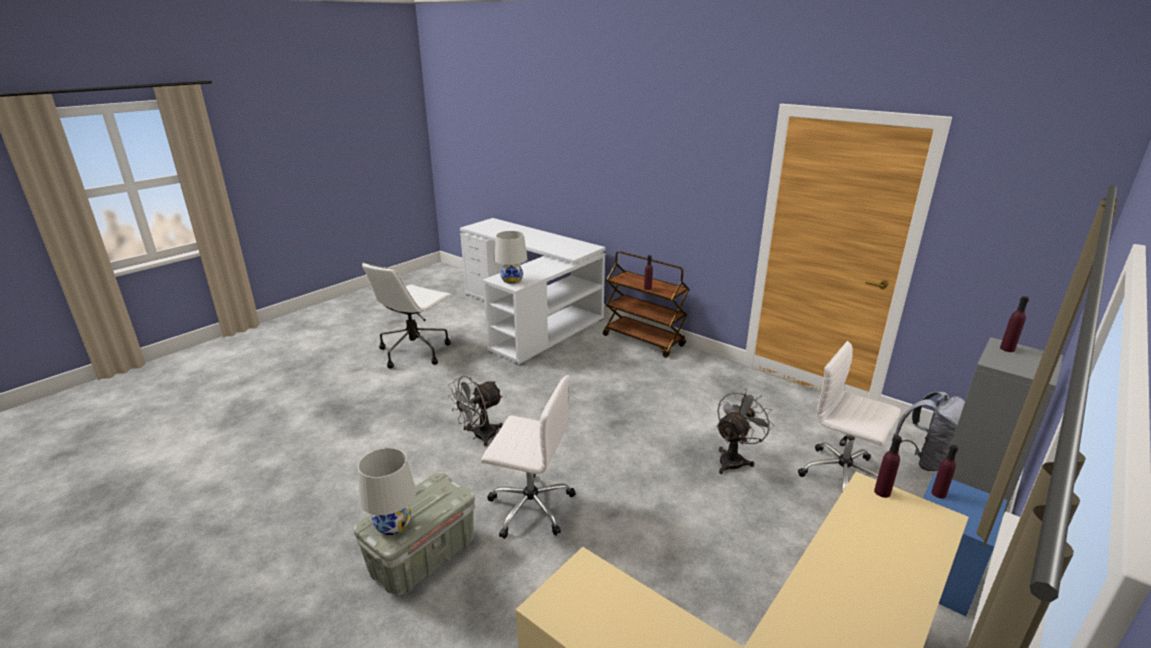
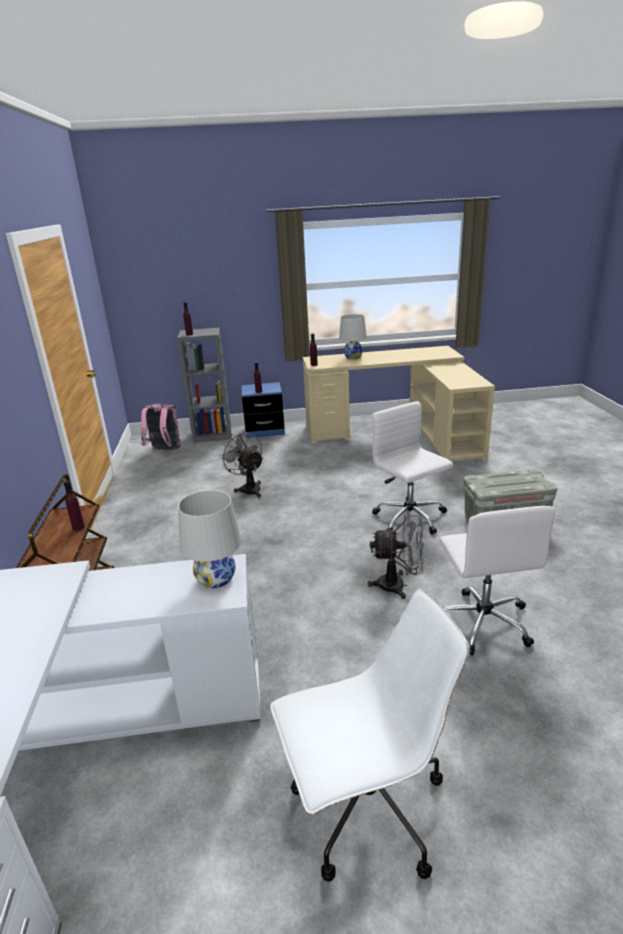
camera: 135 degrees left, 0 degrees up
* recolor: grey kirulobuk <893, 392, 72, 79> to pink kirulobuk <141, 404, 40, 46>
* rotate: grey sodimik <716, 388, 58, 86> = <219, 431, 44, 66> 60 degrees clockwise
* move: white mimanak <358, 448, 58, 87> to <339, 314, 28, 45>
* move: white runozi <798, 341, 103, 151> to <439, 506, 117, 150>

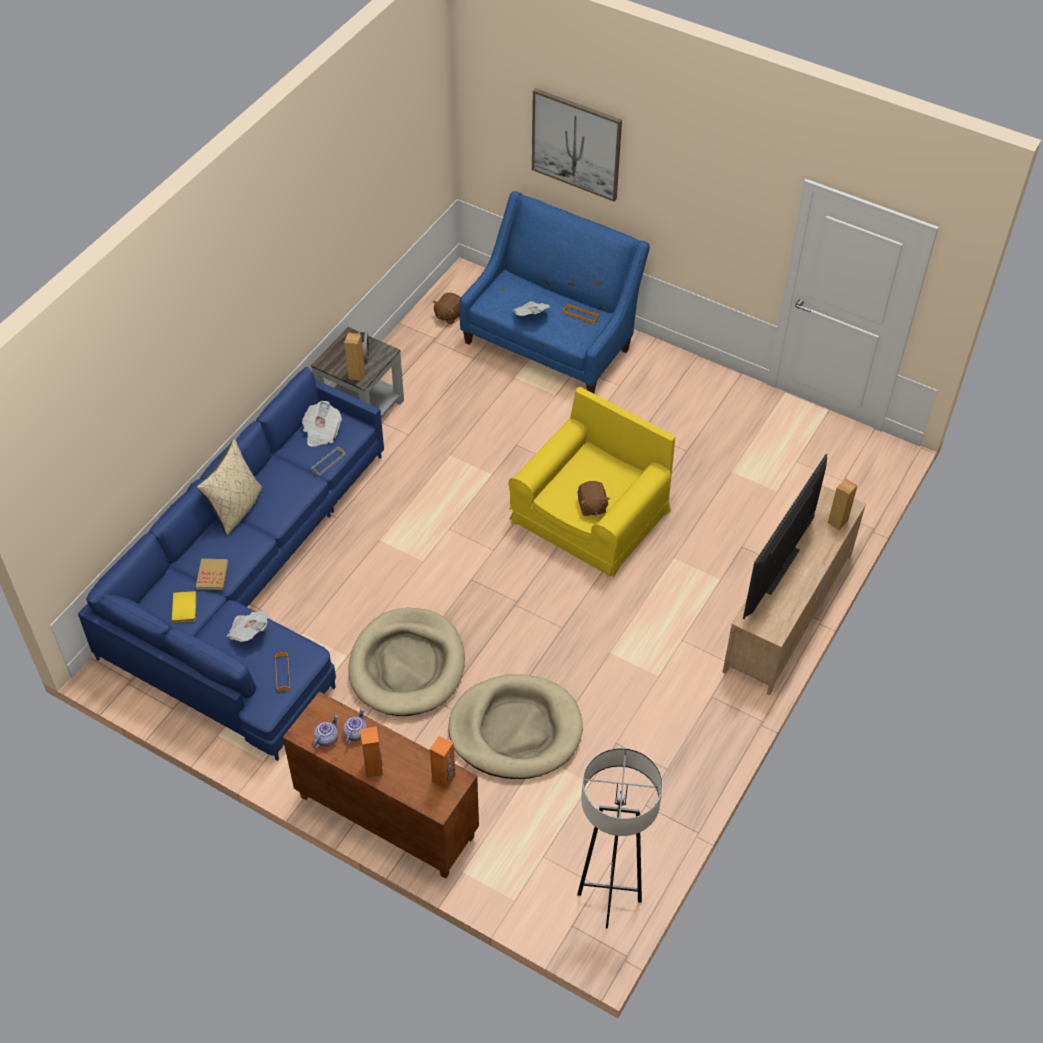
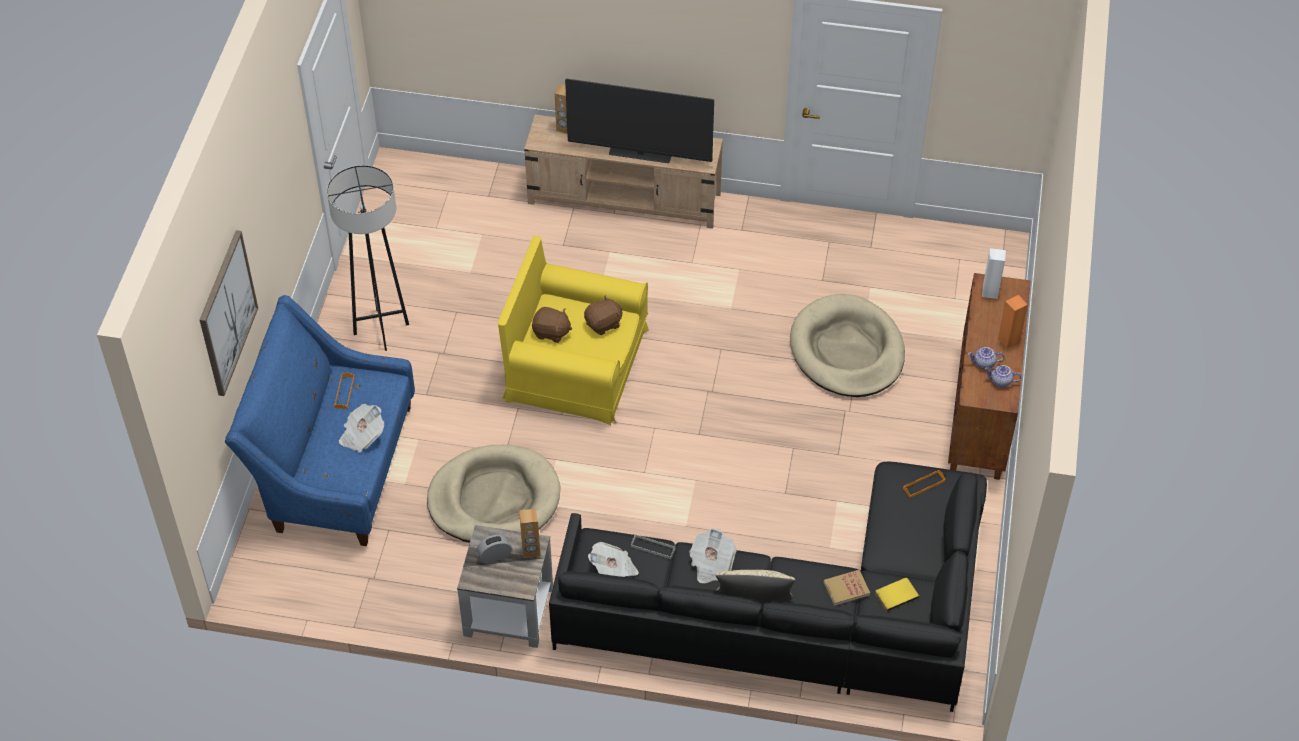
camera: 110 degrees left, 0 degrees up
* move: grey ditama <577, 748, 86, 180> to <327, 165, 82, 186>
* move: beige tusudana <349, 608, 116, 108> to <427, 445, 134, 98>
* move: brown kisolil <433, 293, 28, 31> to <532, 307, 40, 36>
* recolor: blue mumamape <78, 367, 306, 394> to black mumamape <549, 462, 438, 250>
* move: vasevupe <227, 610, 43, 32> to <689, 528, 47, 55>
* recolor: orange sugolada <430, 736, 26, 53> to white sugolada <982, 248, 24, 51>

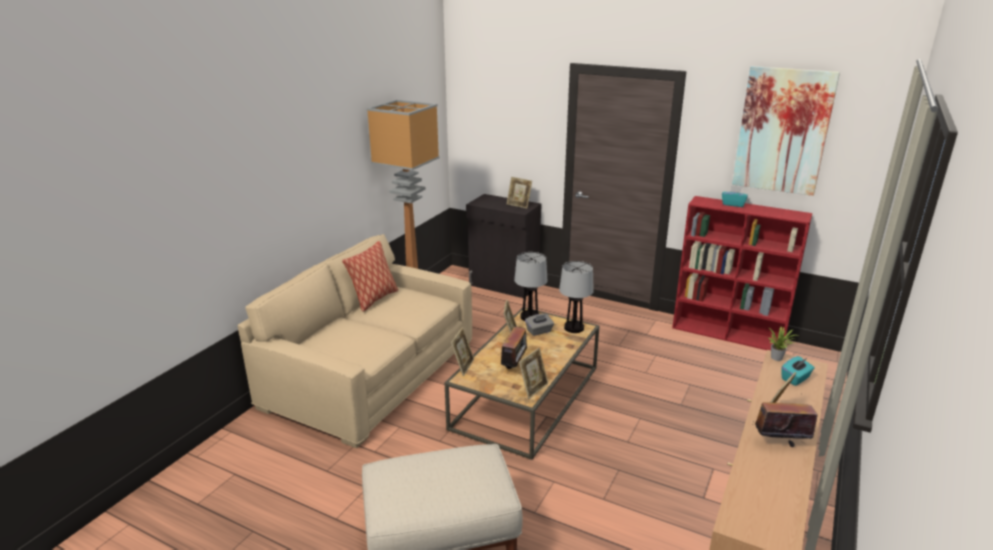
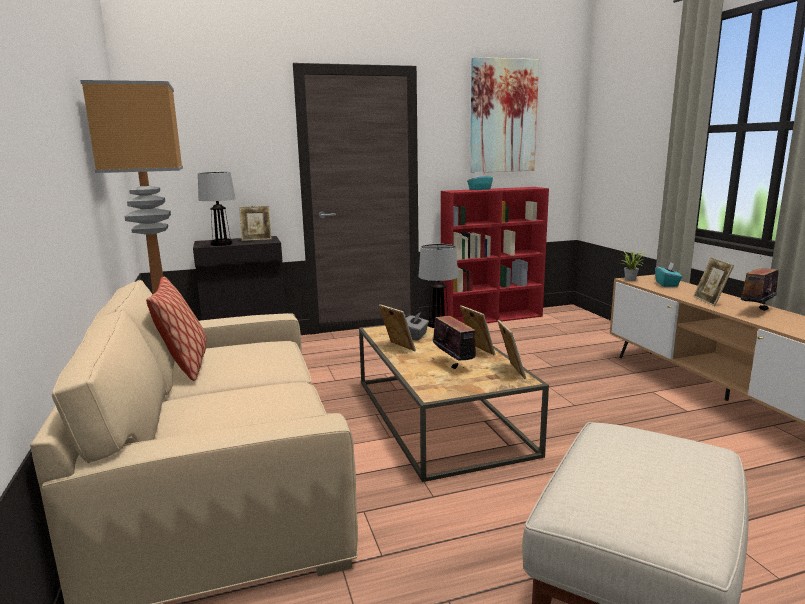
camera: 45 degrees left, 10 degrees down
* move: mimanak <514, 252, 33, 69> to <198, 172, 37, 74>
* move: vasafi <451, 327, 23, 49> to <460, 306, 35, 50>

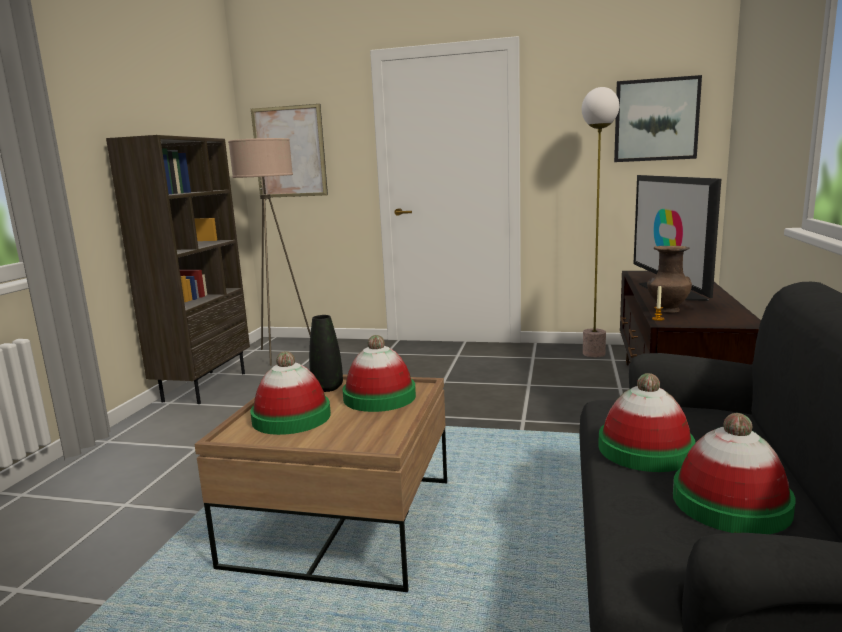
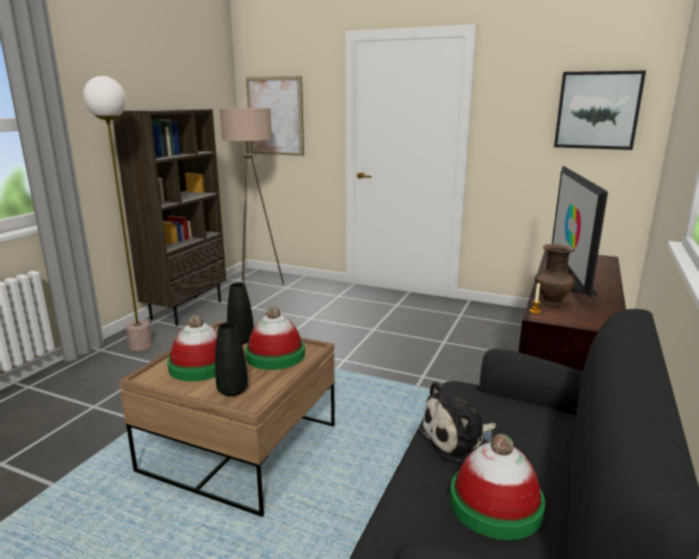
camera: 10 degrees right, 5 degrees up
* move: ditama <582, 87, 37, 270> to <83, 76, 69, 275>
* insert: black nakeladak <215, 322, 33, 74>
* replace: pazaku <598, 373, 97, 99> to kisolil <418, 381, 78, 81>

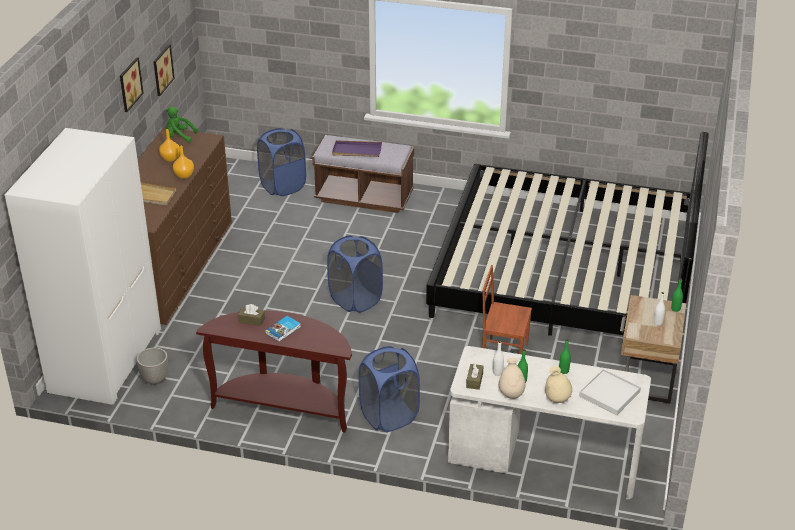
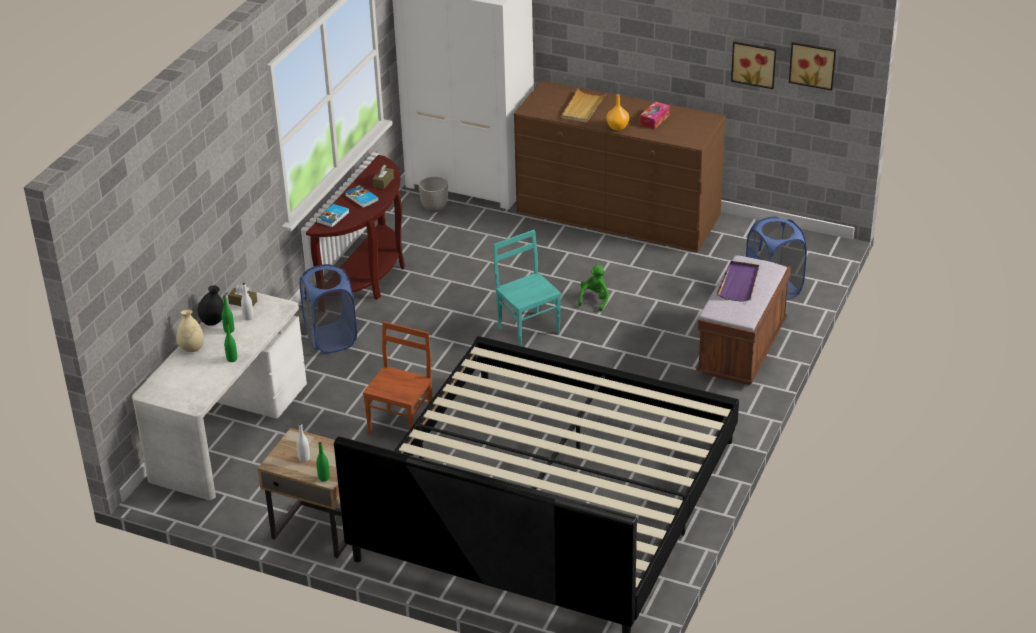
camera: 100 degrees right, 0 degrees up
* recolor: beige nakeladak <499, 358, 26, 41> to black nakeladak <197, 285, 27, 41>
* insert: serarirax <316, 204, 33, 23>
* replace: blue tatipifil <327, 235, 56, 78> to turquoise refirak <493, 230, 68, 116>
* move: green kisolil <166, 107, 32, 36> to <578, 265, 31, 46>
* replace: orange nakeladak <159, 129, 21, 33> to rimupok <639, 101, 31, 28>
* move: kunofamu <120, 57, 23, 55> to <789, 42, 47, 49>
* delete: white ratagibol <579, 369, 62, 46>

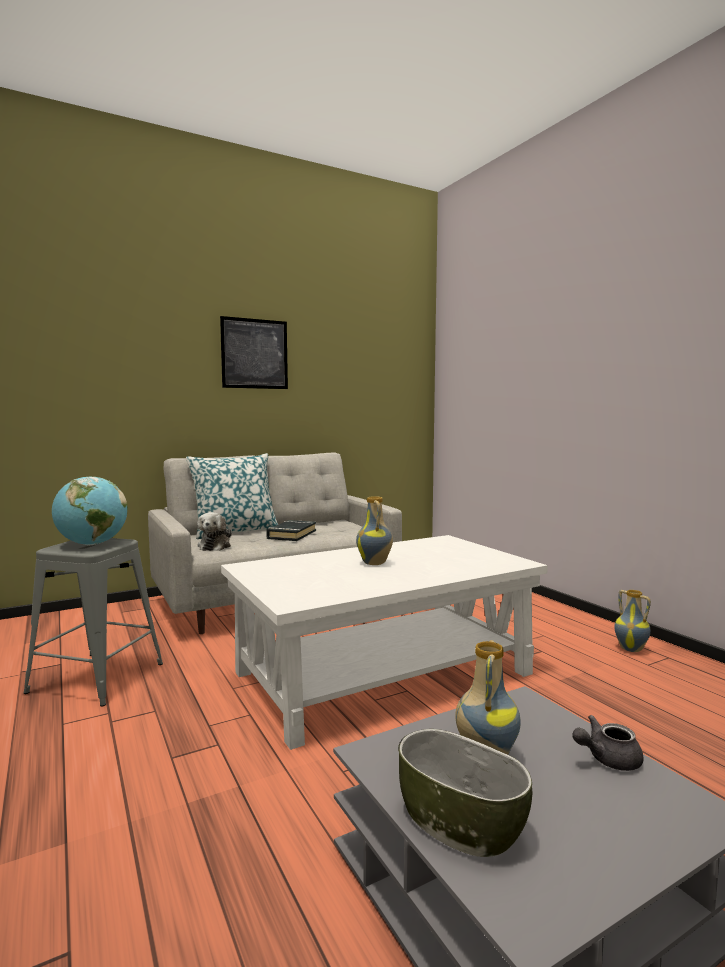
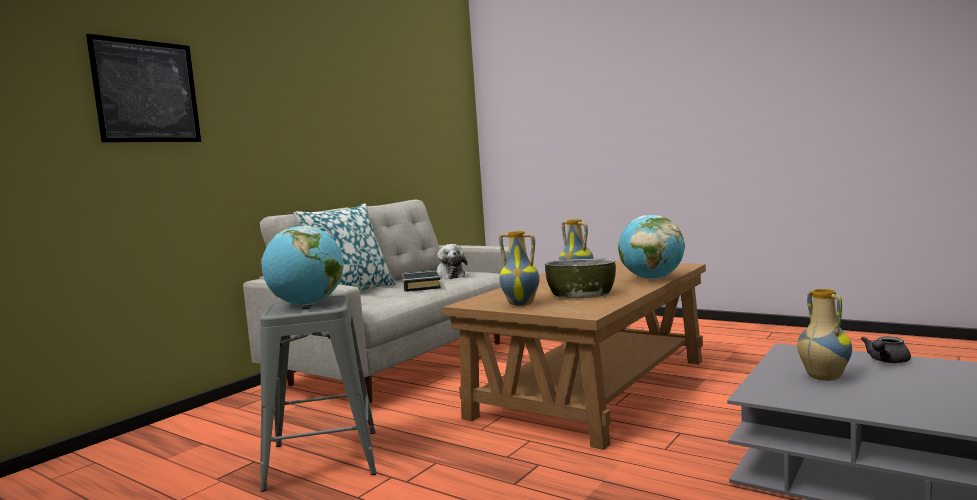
camera: 25 degrees left, 0 degrees up
* move: kunofamu <220, 316, 68, 73> to <86, 34, 115, 108>
* move: kisolil <197, 512, 35, 39> to <436, 244, 31, 35>
* recolor: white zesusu <221, 535, 327, 215> to brown zesusu <443, 262, 263, 188>
* move: nakeladak <614, 590, 37, 62> to <499, 231, 40, 75>
* move: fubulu <398, 729, 134, 128> to <545, 259, 71, 39>
* insert: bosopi <618, 215, 67, 64>

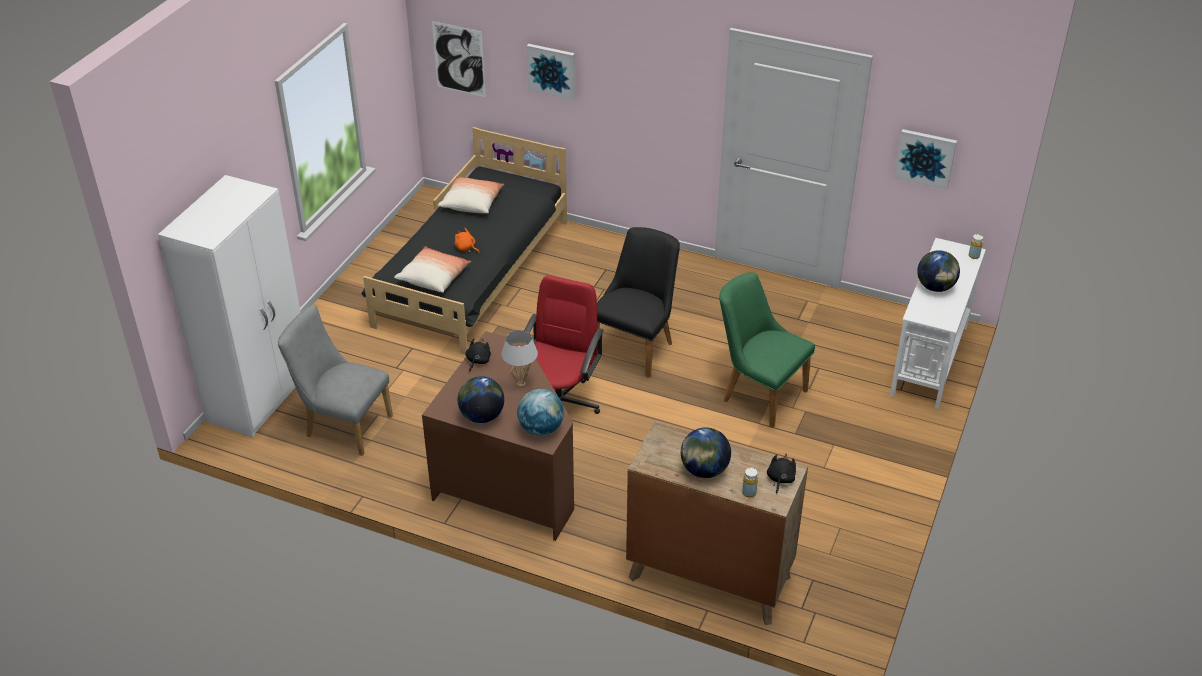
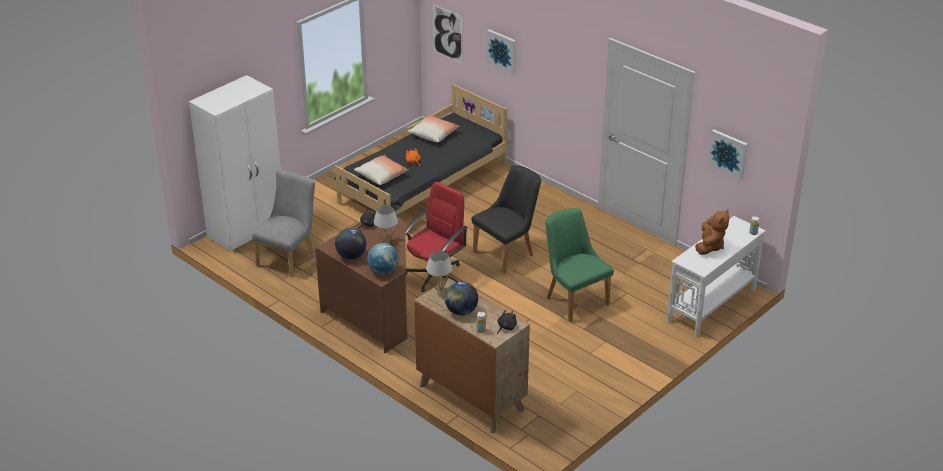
camera: 20 degrees right, 5 degrees down
* rotate: grey refirak <278, 305, 115, 151> = <252, 171, 63, 106> 75 degrees clockwise
* insert: white mimanak <426, 251, 26, 43>
* replace: bosopi <917, 250, 43, 42> to brown kisolil <695, 209, 34, 46>

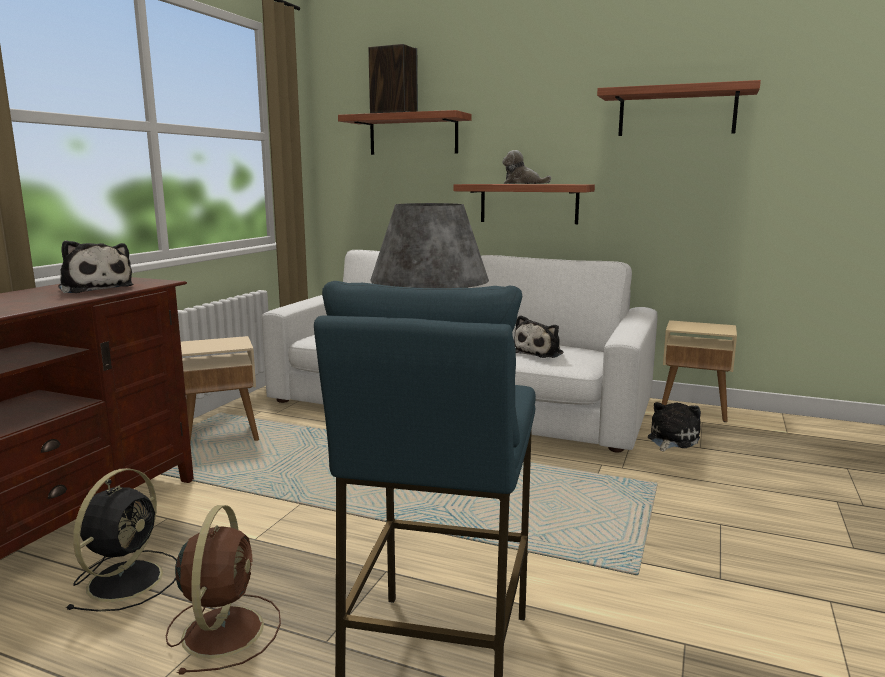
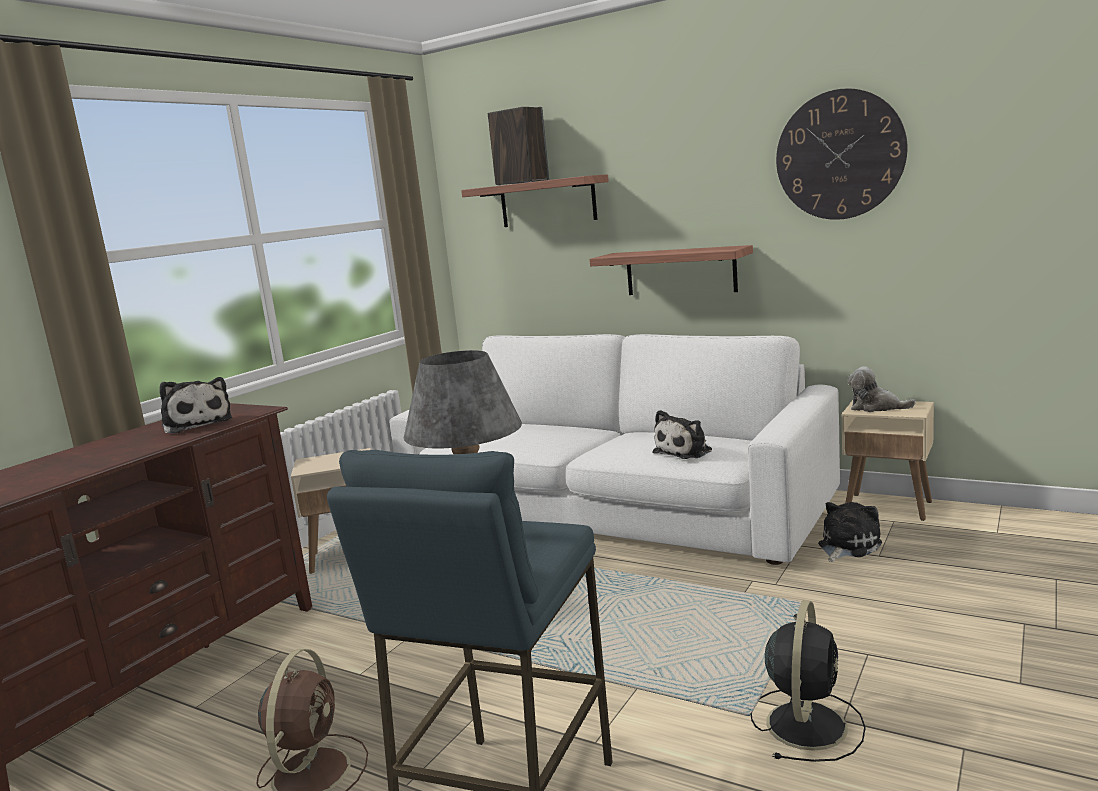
camera: 10 degrees right, 0 degrees up
* move: black sodimik <66, 468, 111, 144> to <751, 600, 115, 162>
* replace: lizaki <597, 80, 164, 56> to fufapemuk <776, 88, 131, 132>
* move: kisolil <503, 150, 48, 34> to <847, 366, 69, 46>

